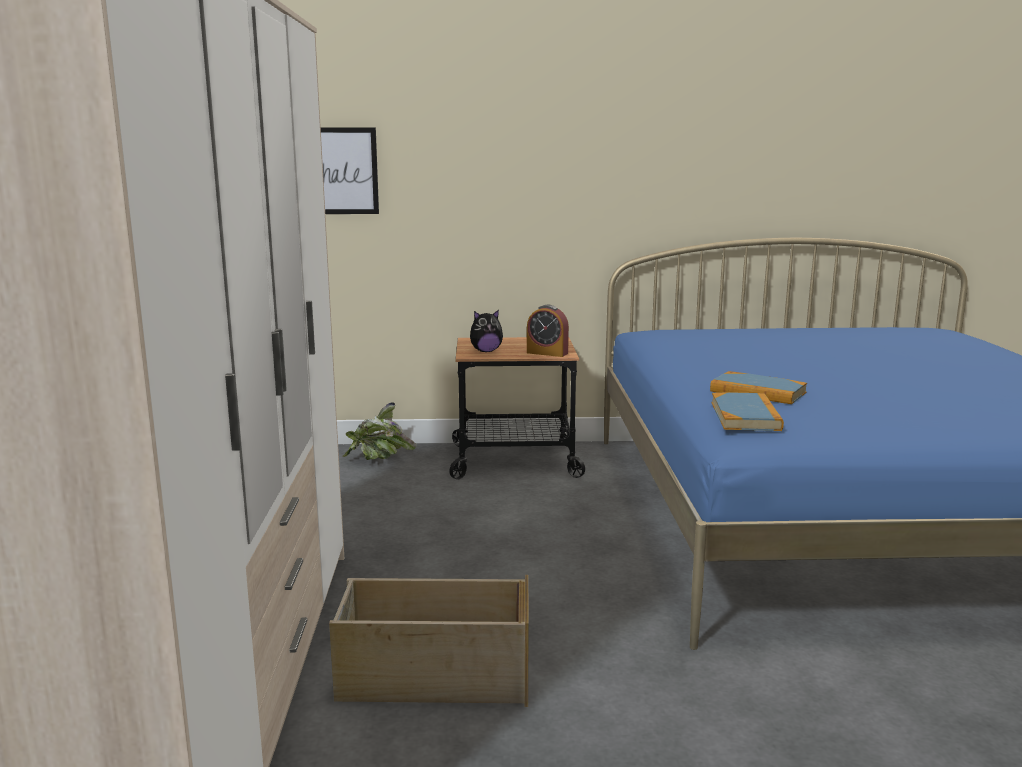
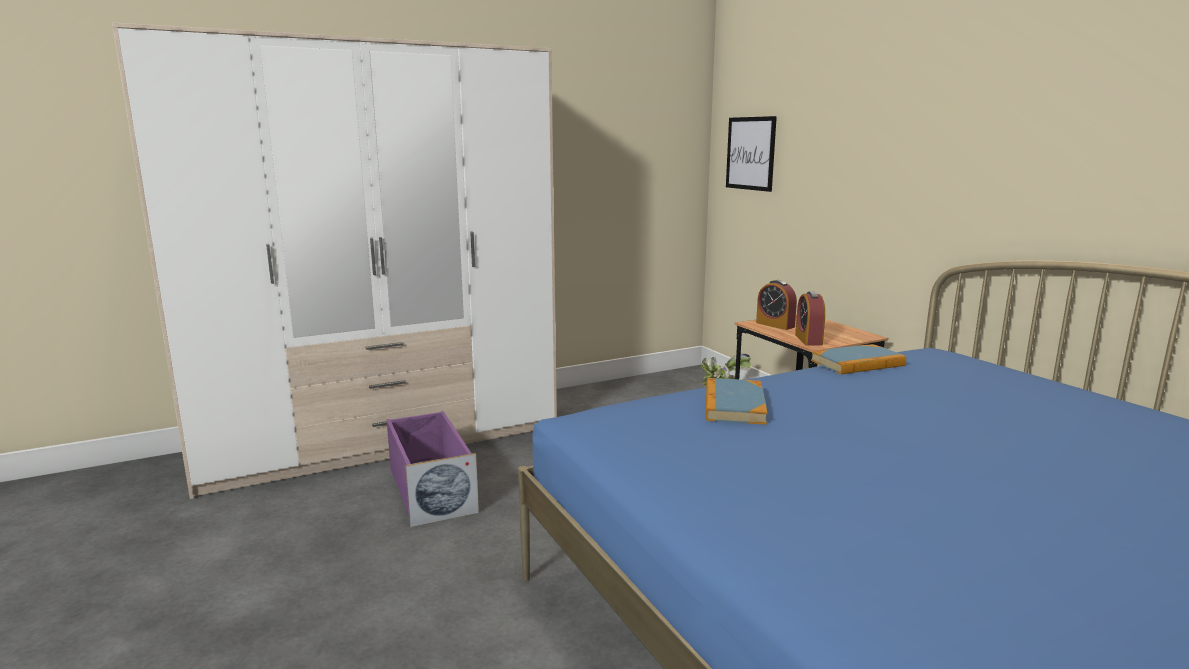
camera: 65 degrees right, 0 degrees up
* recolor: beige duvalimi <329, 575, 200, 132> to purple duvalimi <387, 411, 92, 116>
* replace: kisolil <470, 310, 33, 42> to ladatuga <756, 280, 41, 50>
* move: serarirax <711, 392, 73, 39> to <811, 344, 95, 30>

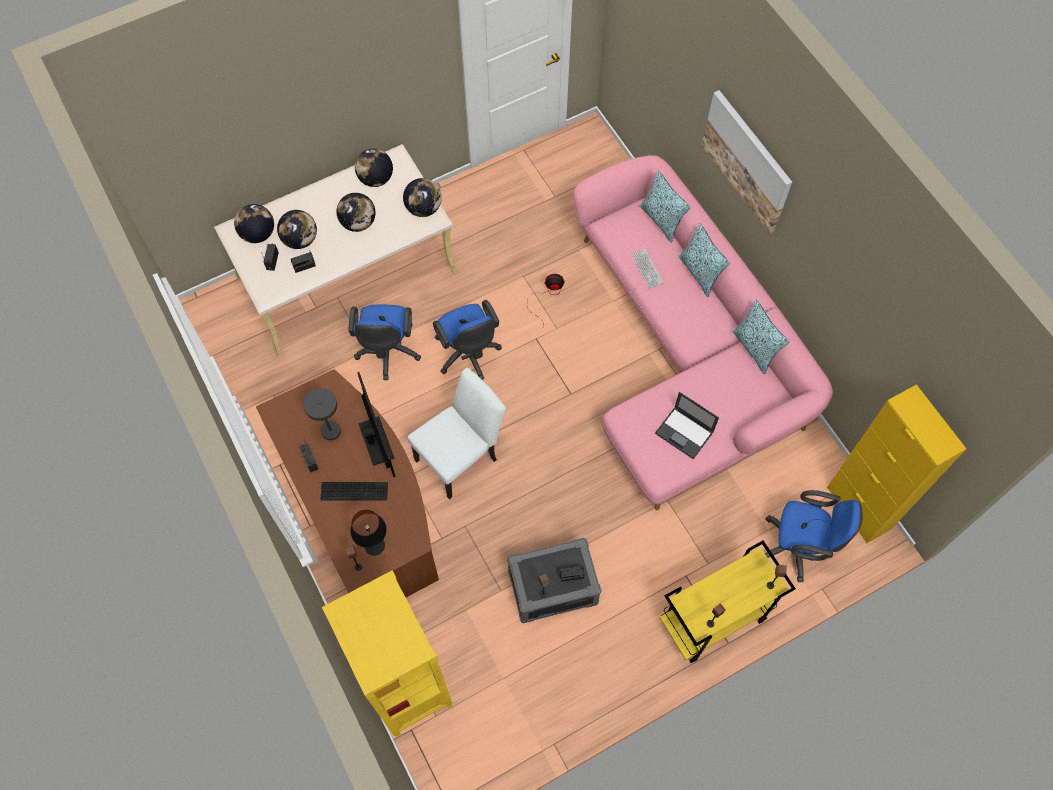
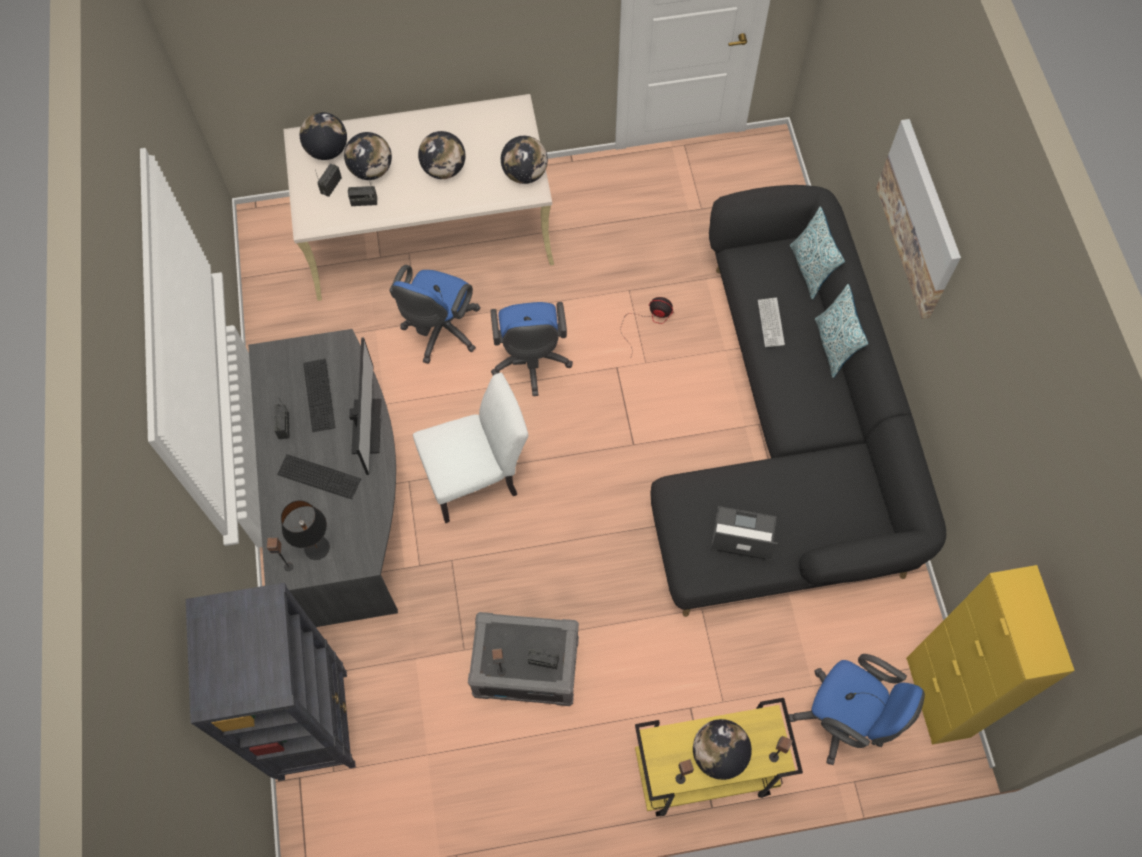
camera: 20 degrees right, 0 degrees up
* recolor: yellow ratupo <322, 570, 130, 168> to black ratupo <186, 583, 170, 198>
* recolor: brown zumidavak <256, 369, 183, 228> to grey zumidavak <248, 329, 150, 298>
* replace: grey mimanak <303, 388, 38, 52> to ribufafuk <303, 359, 32, 73>
* recolor: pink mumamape <574, 155, 259, 355> to black mumamape <650, 185, 296, 432>
* move: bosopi <355, 148, 38, 39> to <693, 719, 59, 61>
* rotate: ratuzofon <655, 392, 64, 67> = <711, 506, 67, 55> 135 degrees clockwise
* delete: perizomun <732, 299, 57, 75>

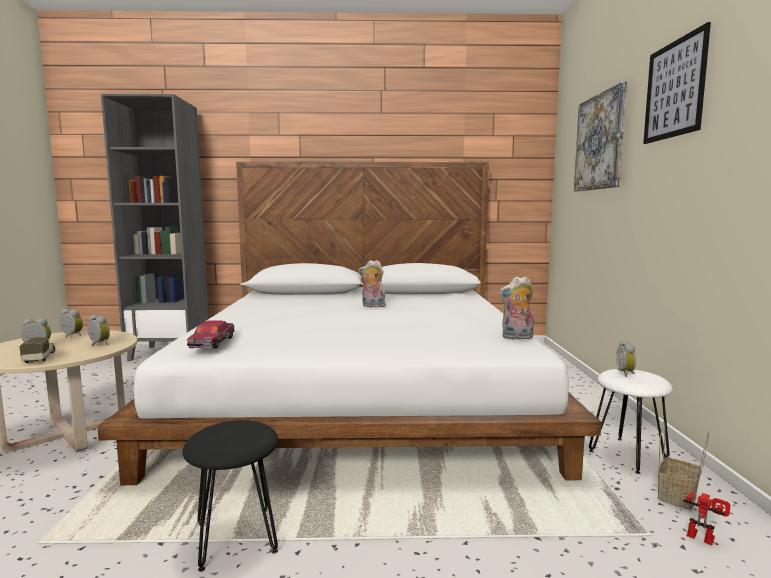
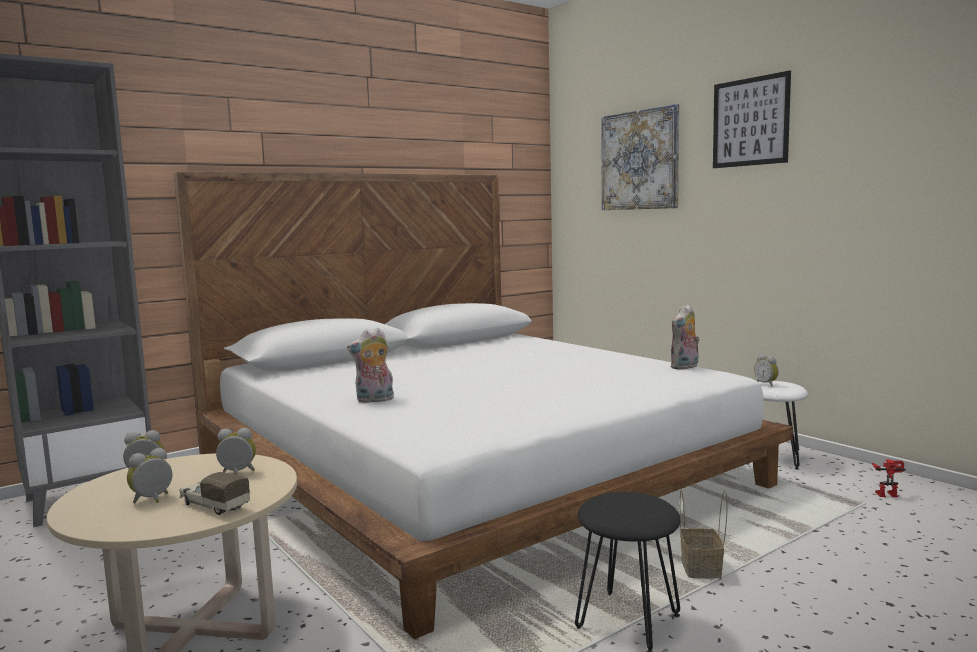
camera: 35 degrees left, 0 degrees up
* move: kisolil <359, 260, 28, 47> to <347, 328, 47, 75>
* move: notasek <658, 421, 51, 89> to <680, 490, 48, 90>
* delete: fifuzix <187, 320, 48, 28>

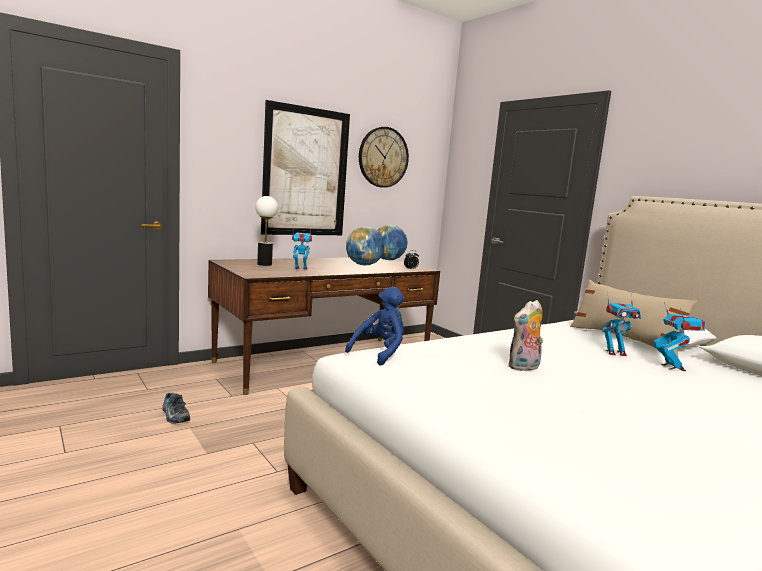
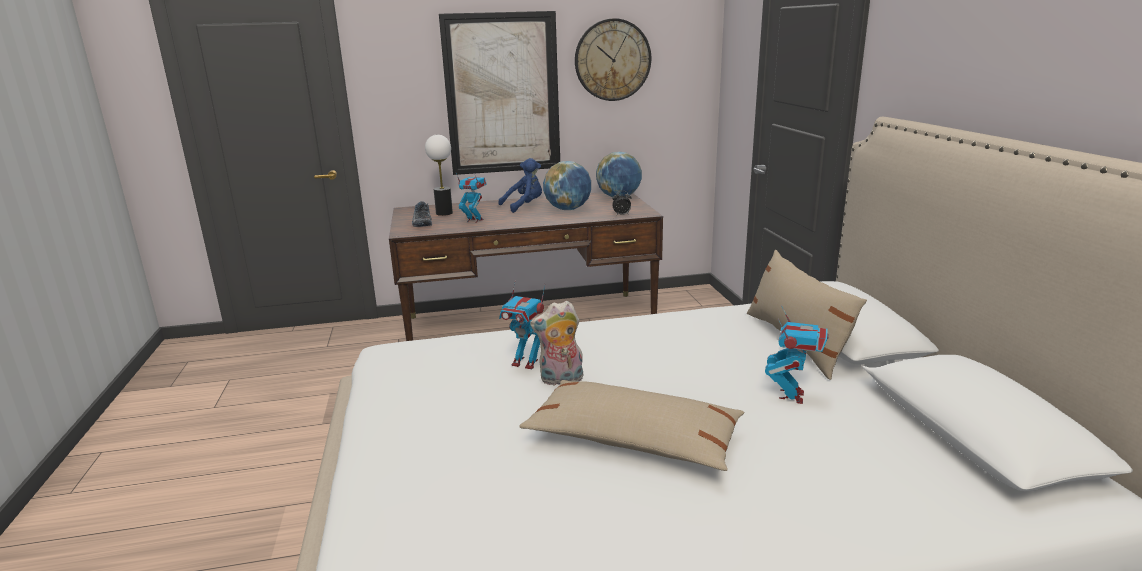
camera: 25 degrees right, 10 degrees up
* move: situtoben <162, 393, 28, 31> to <412, 201, 20, 26>
* move: blue kisolil <345, 286, 60, 80> to <498, 158, 44, 55>
* move: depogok <602, 292, 39, 64> to <499, 280, 46, 89>
* insert: beige perizomun <519, 380, 225, 91>

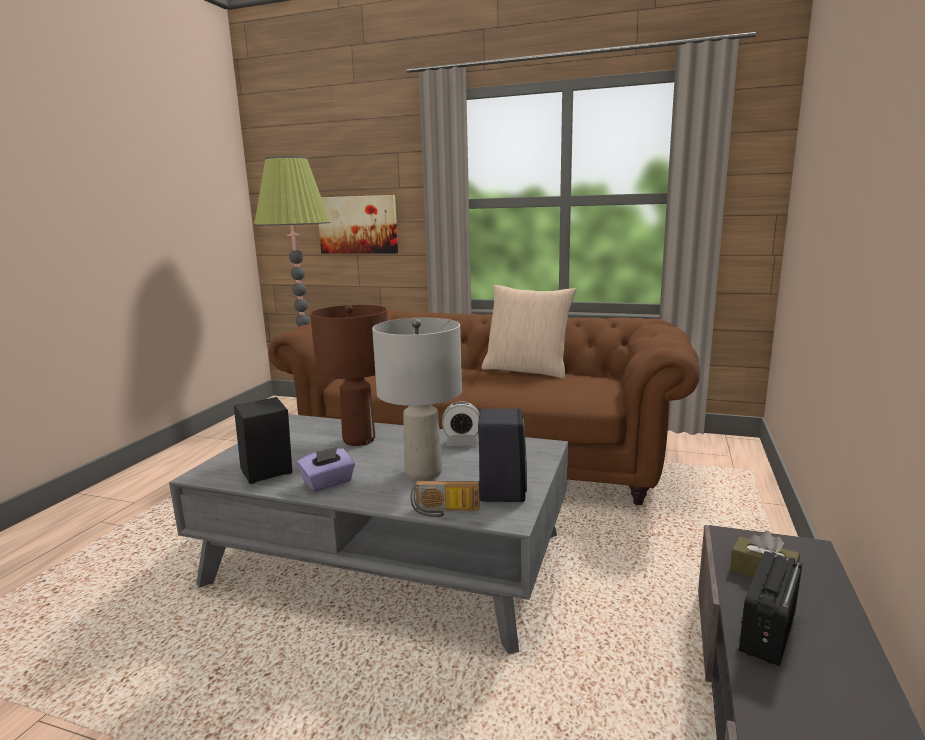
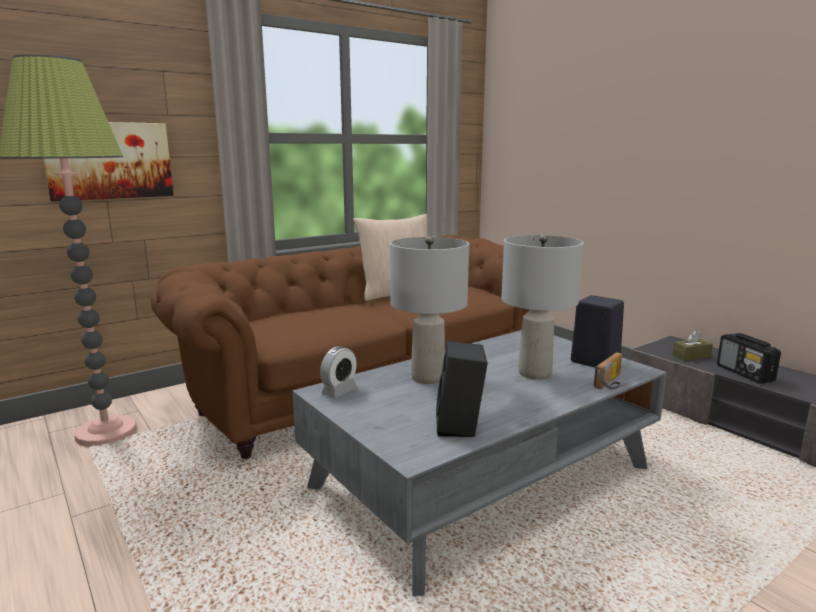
camera: 55 degrees left, 0 degrees up
* move: ladatuga <442, 401, 38, 45> to <320, 346, 37, 52>
* recolor: brown mimanak <310, 305, 78, 141> to grey mimanak <390, 236, 79, 148>
* delete: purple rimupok <297, 447, 58, 45>

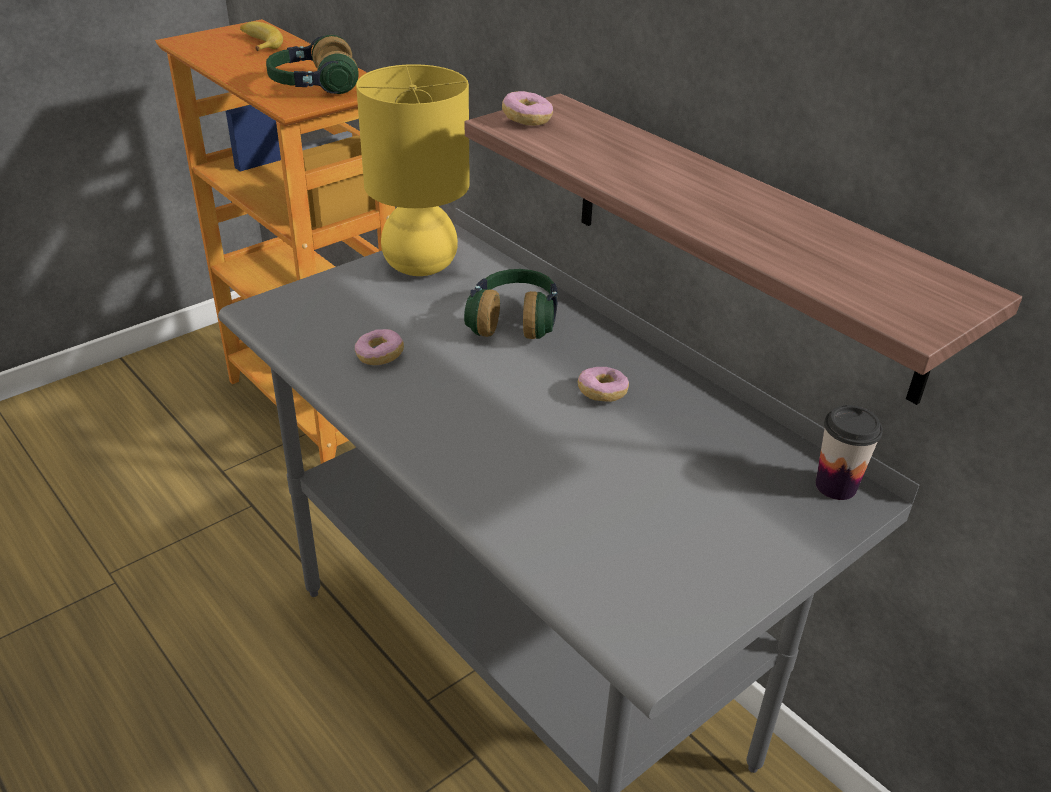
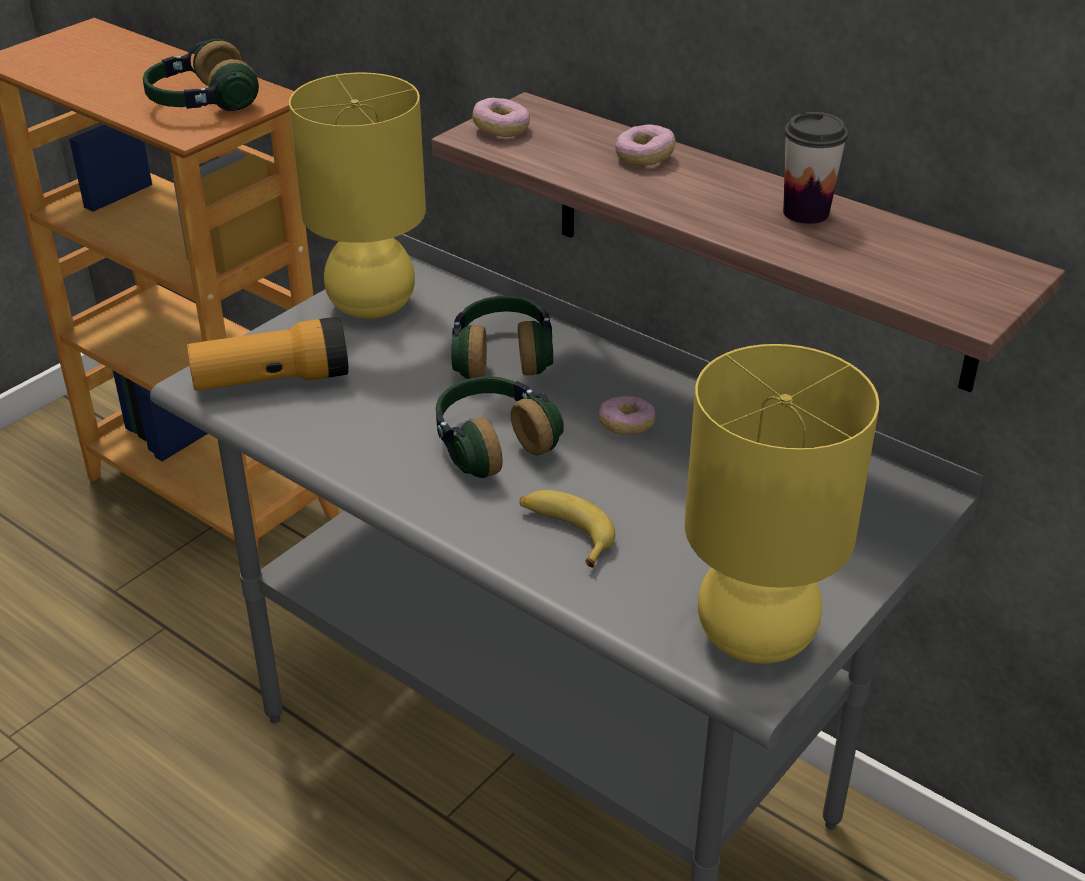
camera: 10 degrees left, 0 degrees up
* insert: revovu <187, 317, 162, 74>
* insert: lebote <436, 376, 128, 102>
* move: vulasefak <240, 21, 43, 30> to <520, 490, 95, 78>
* move: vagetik <355, 329, 49, 36> to <615, 125, 61, 41>
* insert: yellow mimanak <685, 344, 194, 320>
* move: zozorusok <816, 405, 67, 95> to <783, 112, 65, 112>

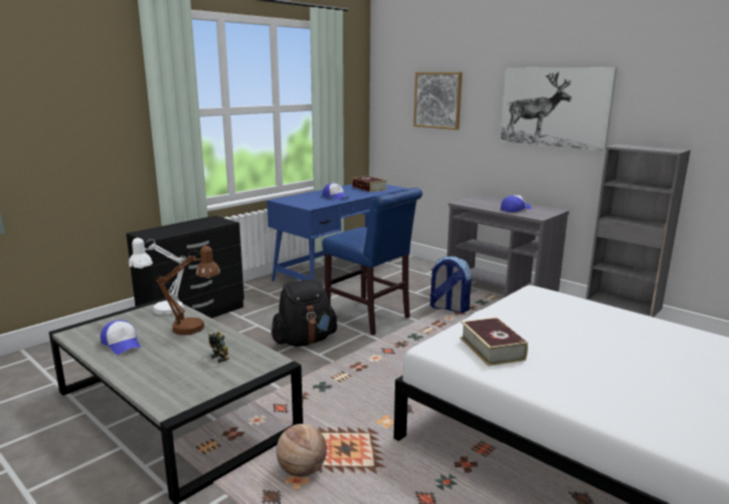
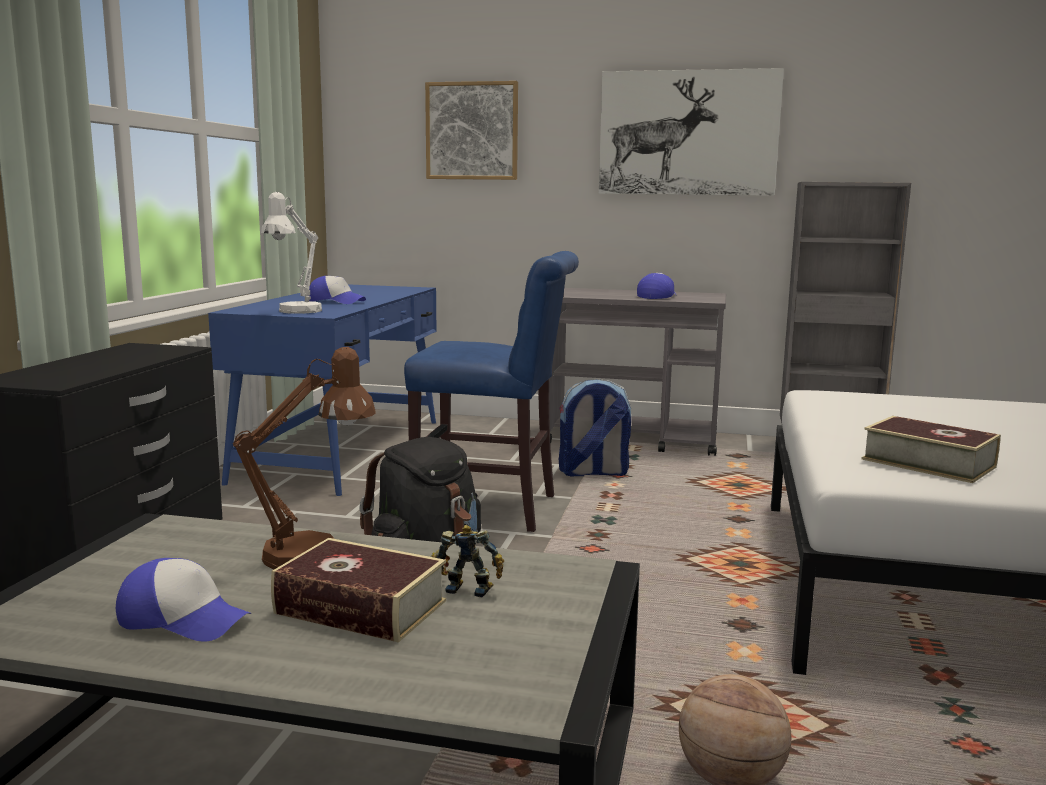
camera: 30 degrees left, 5 degrees down
* move: white mimanak <128, 238, 58, 78> to <261, 192, 61, 122>
* move: serarirax <352, 176, 36, 16> to <271, 538, 175, 105>

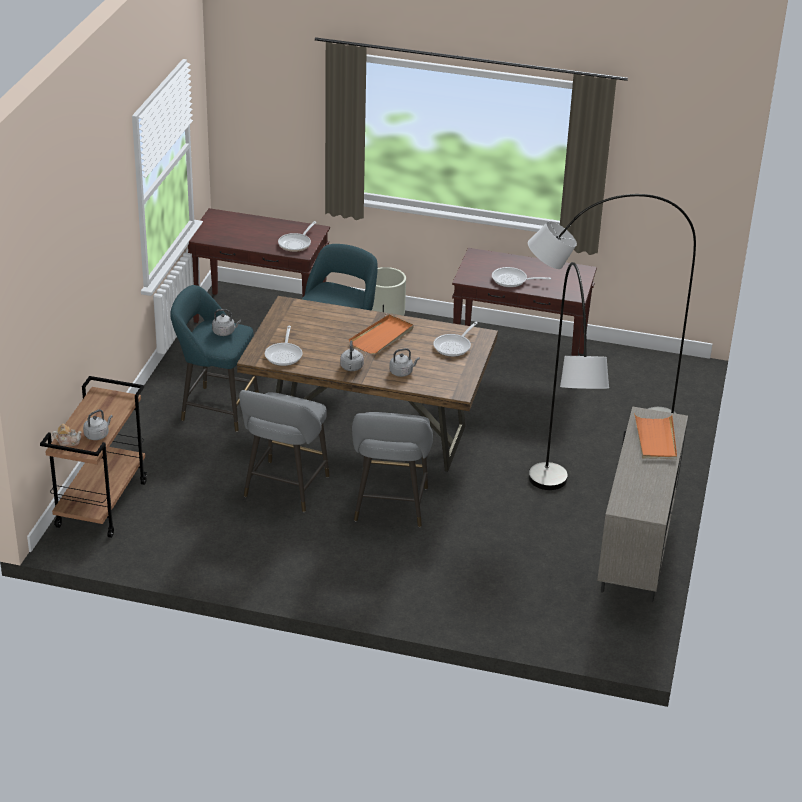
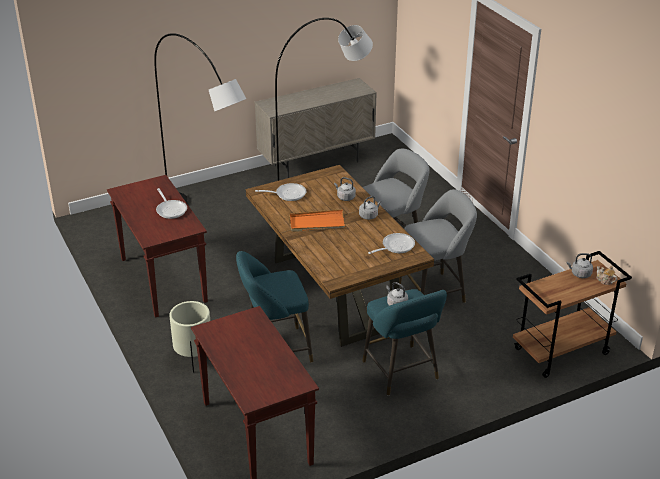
camera: 130 degrees left, 0 degrees up
* delete: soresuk <278, 221, 38, 31>
* delete: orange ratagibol <634, 413, 43, 47>

